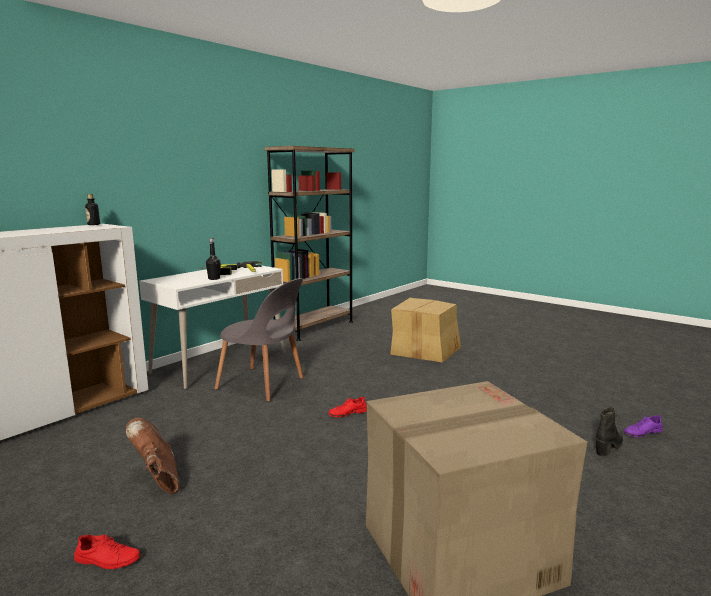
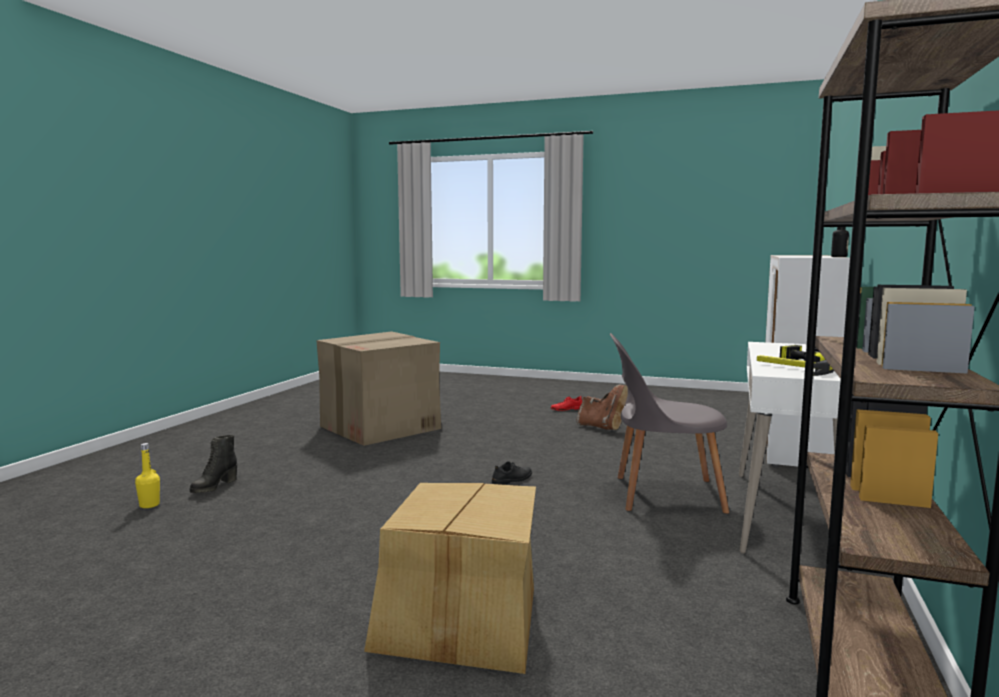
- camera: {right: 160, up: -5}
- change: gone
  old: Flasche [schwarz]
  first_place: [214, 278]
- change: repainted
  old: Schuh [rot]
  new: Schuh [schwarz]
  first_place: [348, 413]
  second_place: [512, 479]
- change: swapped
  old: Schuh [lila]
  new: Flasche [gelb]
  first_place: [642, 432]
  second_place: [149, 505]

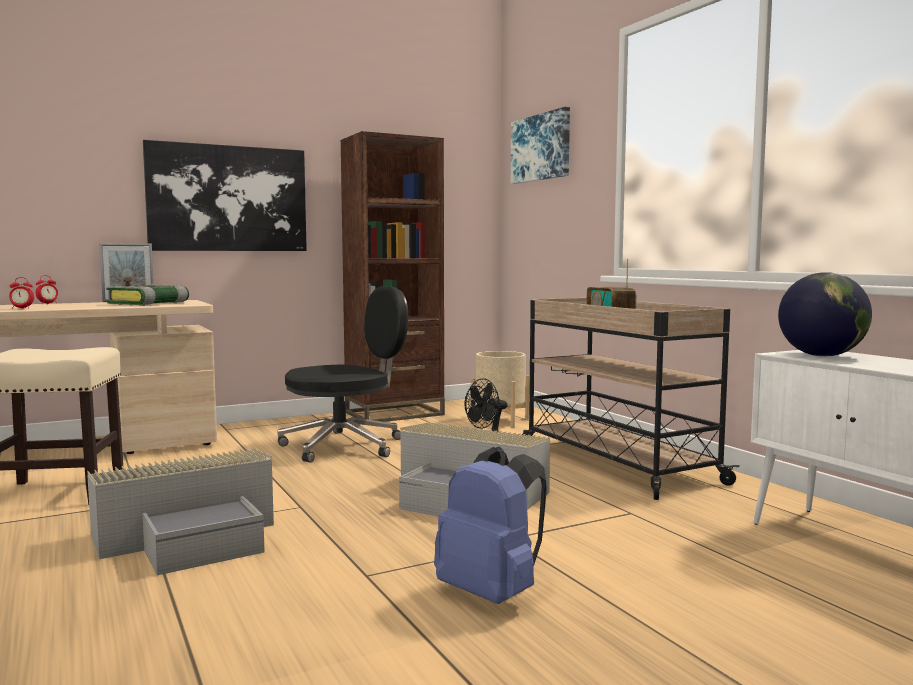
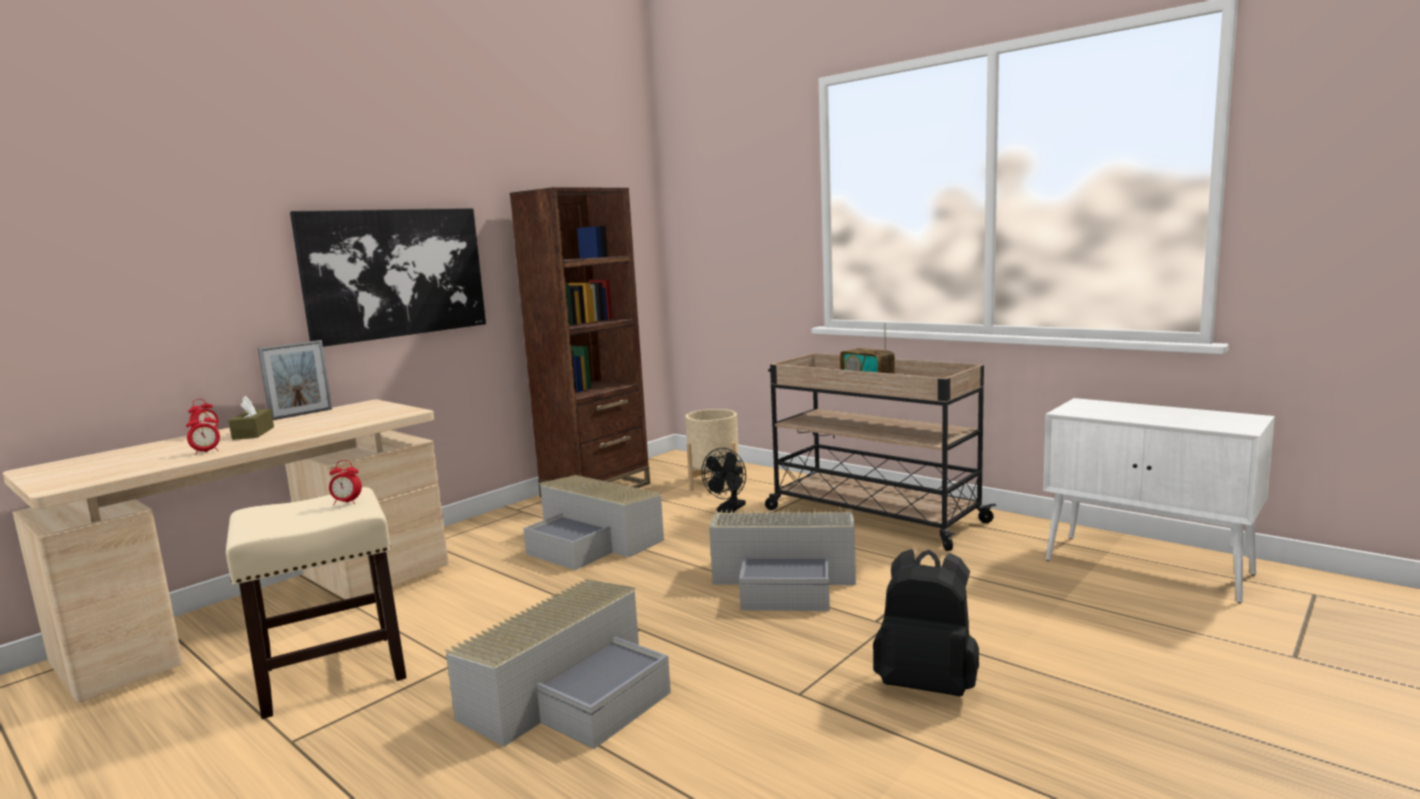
- camera: {right: -20, up: 5}
- change: gone
  old: Bild
  first_place: [541, 147]
- change: gone
  old: Globus
  first_place: [821, 356]
- change: gone
  old: Buch
  first_place: [148, 304]
- change: swapped
  old: Bürostuhl [schwarz]
  new: Aufbewahrungsbox [grau]
  first_place: [345, 446]
  second_place: [593, 542]
- change: repainted
  old: Rucksack [blau]
  new: Rucksack [schwarz]
  first_place: [492, 593]
  second_place: [927, 684]
- change: new
  new: Taschentuchbox [braun]
  second_place: [253, 433]
- change: new
  new: Wecker
  second_place: [347, 503]

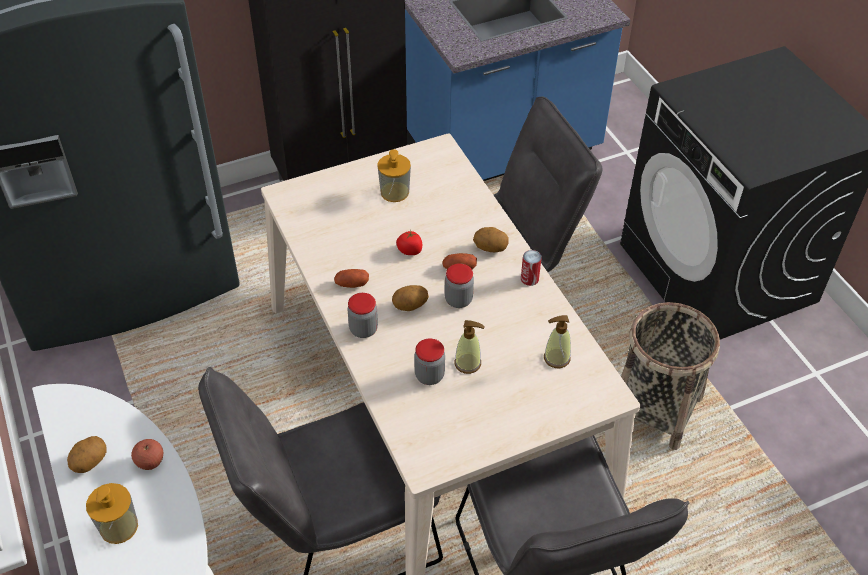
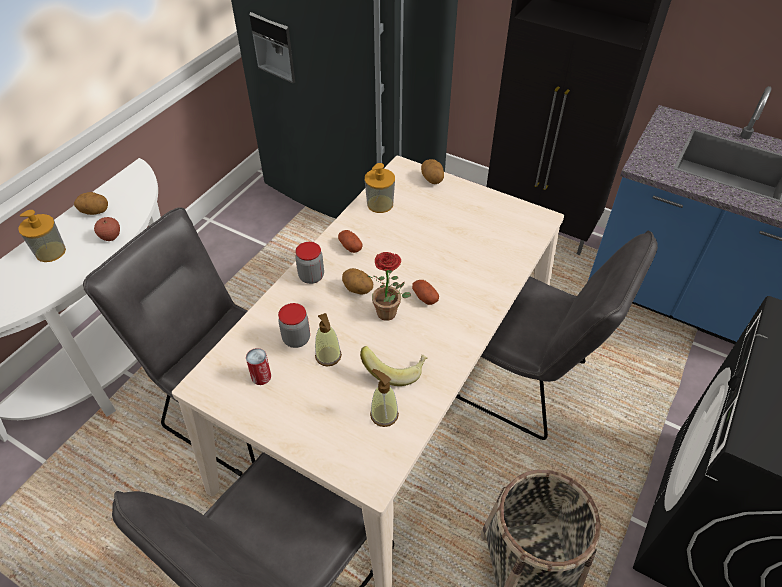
- camera: {right: 55, up: 0}
- change: shifted
  old: Seifenspender
  first_place: [394, 192]
  second_place: [380, 204]
- change: shifted
  old: Kartoffel
  first_place: [490, 248]
  second_place: [432, 179]
- change: gone
  old: Tomate
  first_place: [410, 250]
- change: shifted
  old: Dose
  first_place: [529, 278]
  second_place: [261, 376]
- change: swapped
  old: Vorratsglas
  new: Topfpflanze
  first_place: [458, 300]
  second_place: [390, 315]
- change: new
  new: Banane
  second_place: [395, 370]

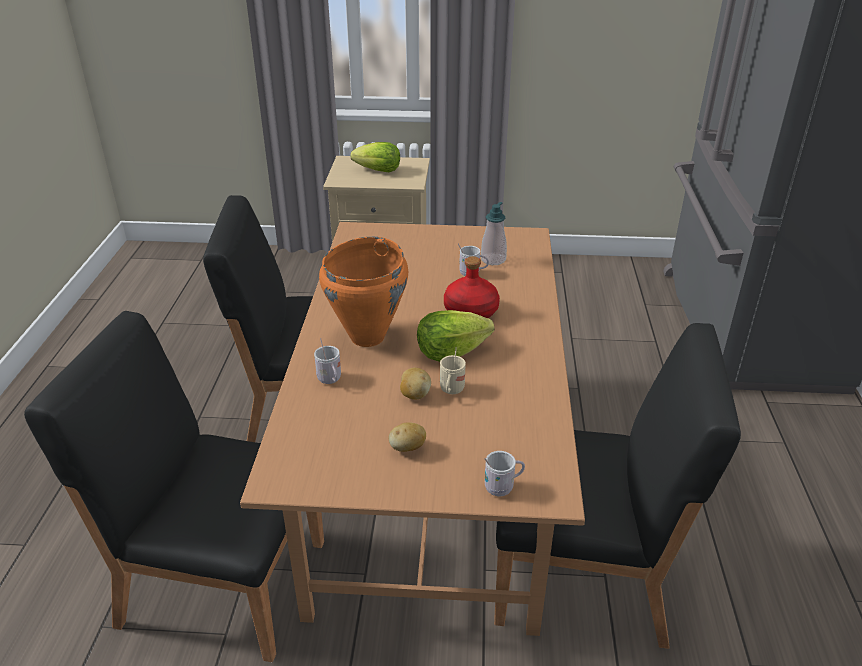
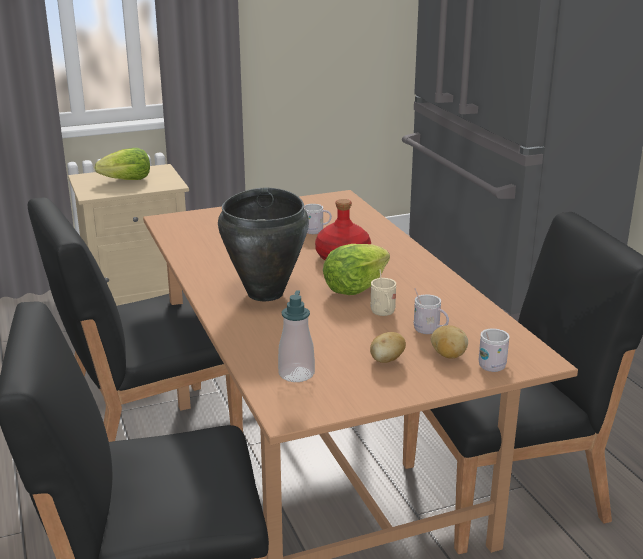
- camera: {right: -25, up: -10}
- change: shifted
  old: Seifenspender
  first_place: [493, 260]
  second_place: [296, 374]
- change: repainted
  old: Kochtopf [orange]
  new: Kochtopf [schwarz]
  first_place: [368, 337]
  second_place: [266, 293]
- change: shifted
  old: Henkelbecher [weiß]
  first_place: [330, 380]
  second_place: [430, 331]
- change: shifted
  old: Kartoffel
  first_place: [414, 394]
  second_place: [448, 355]

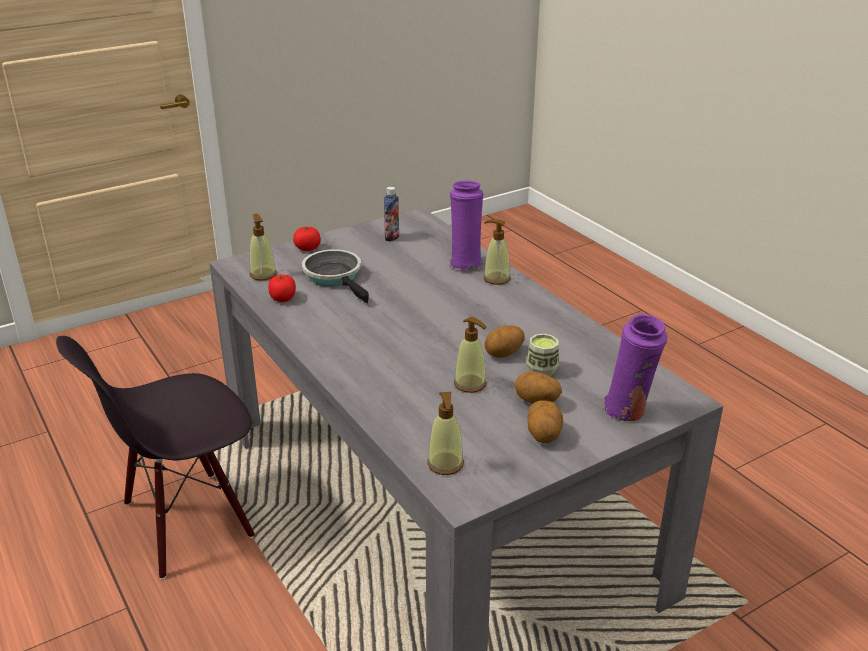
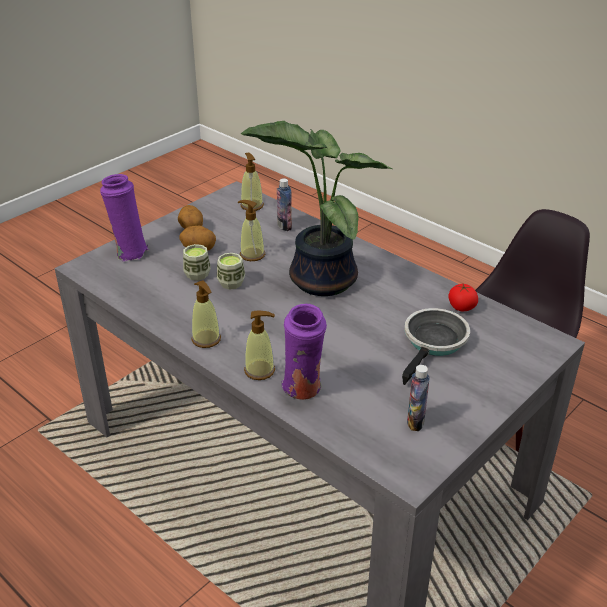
- camera: {right: 165, up: 5}
- change: shifted
  old: Seifenspender
  first_place: [263, 274]
  second_place: [206, 339]
- change: gone
  old: Tomate
  first_place: [307, 248]
- change: rotated
  old: Pfanne
  first_place: [335, 277]
  second_place: [434, 343]
  degrees: -105
- change: swapped
  old: Kartoffel
  new: Tasse
  first_place: [504, 354]
  second_place: [231, 283]
- change: new
  new: Topfpflanze
  second_place: [319, 279]
- change: new
  new: Flasche
  second_place: [284, 226]

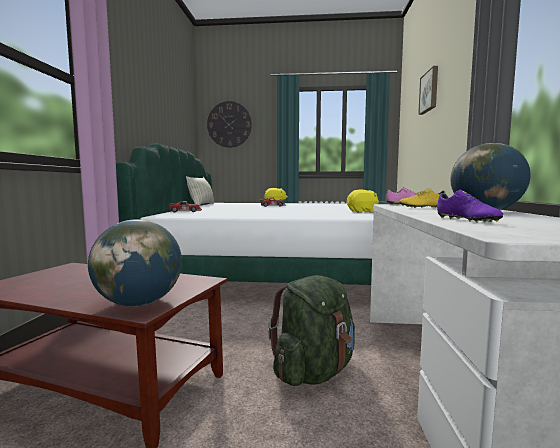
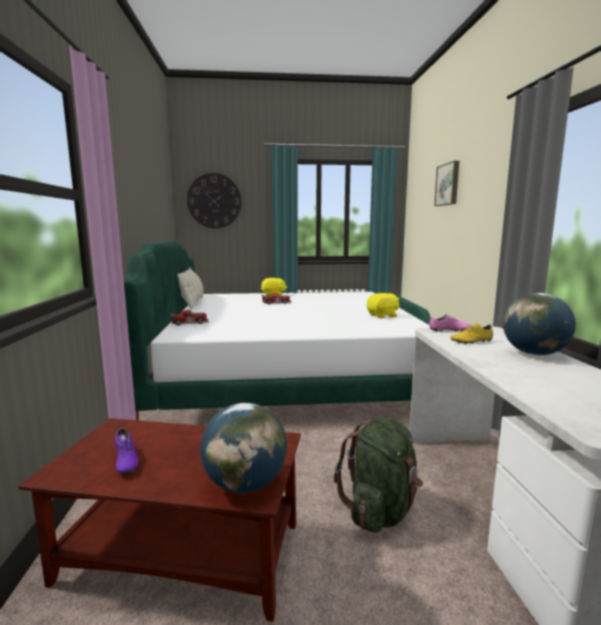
- camera: {right: -10, up: 5}
- change: shifted
  old: Schuh [lila]
  first_place: [466, 220]
  second_place: [125, 461]

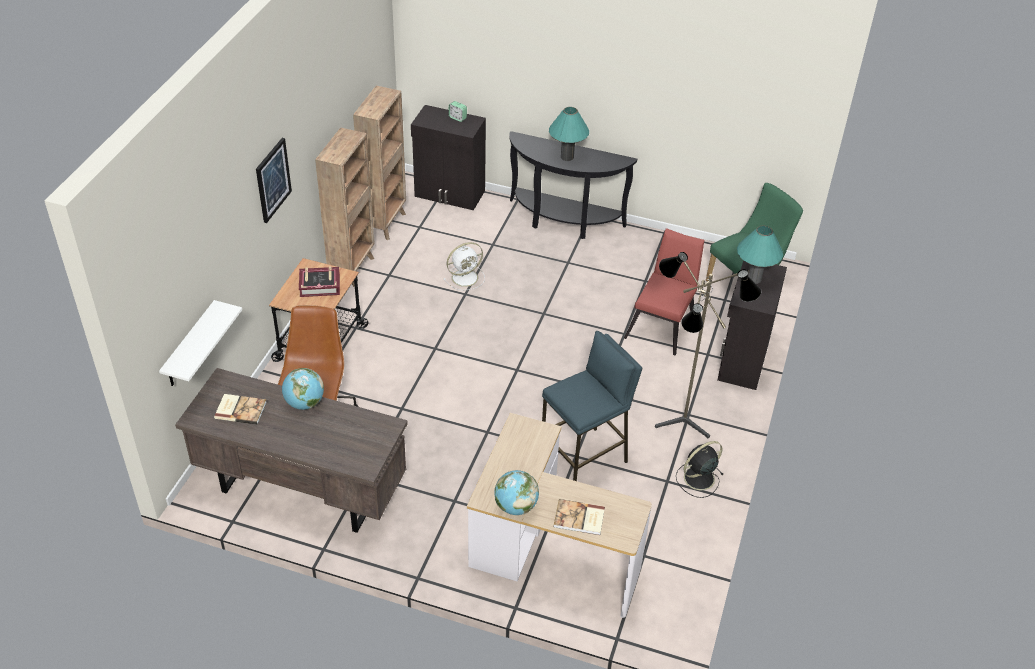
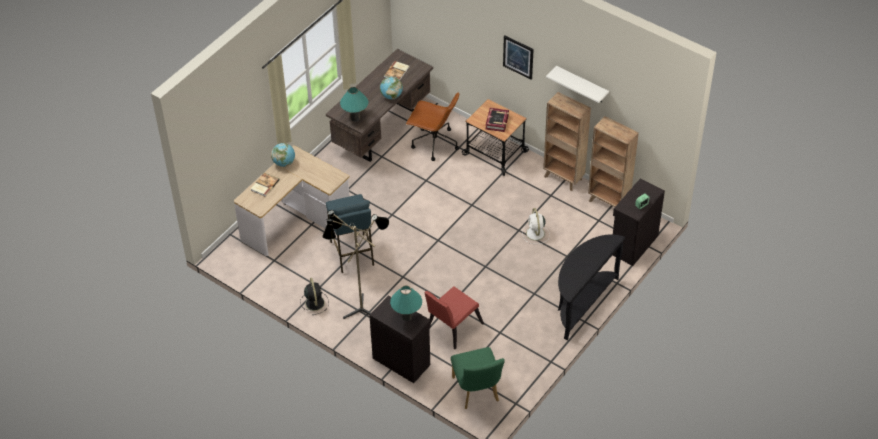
- camera: {right: 110, up: 5}
- change: shifted
  old: Tischlampe [türkis]
  first_place: [567, 157]
  second_place: [355, 118]
- change: rotated
  old: Stuhl [rot]
  first_place: [662, 325]
  second_place: [451, 328]
  degrees: 90
- change: shifted
  old: Wandregal [weiß]
  first_place: [189, 346]
  second_place: [581, 85]

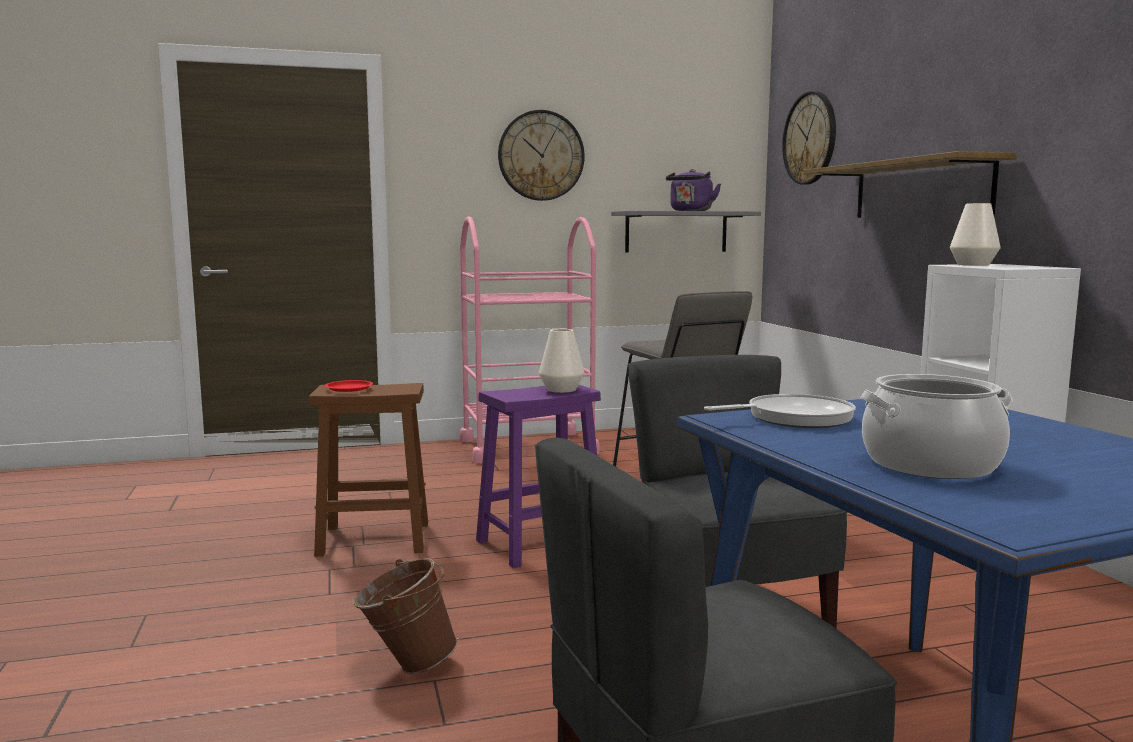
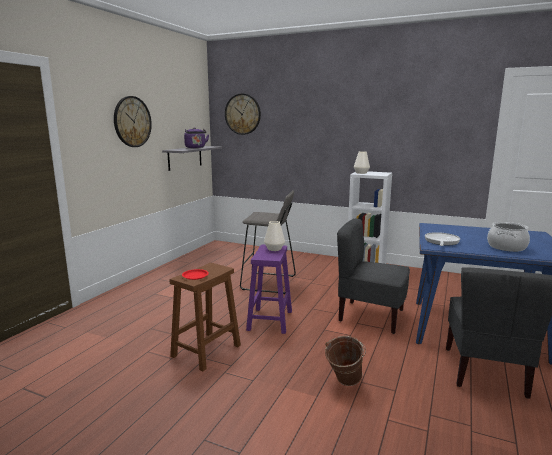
- camera: {right: -50, up: 5}
- change: gone
  old: Wandregal
  first_place: [920, 189]
- change: gone
  old: Rollwagen [rosa]
  first_place: [527, 447]

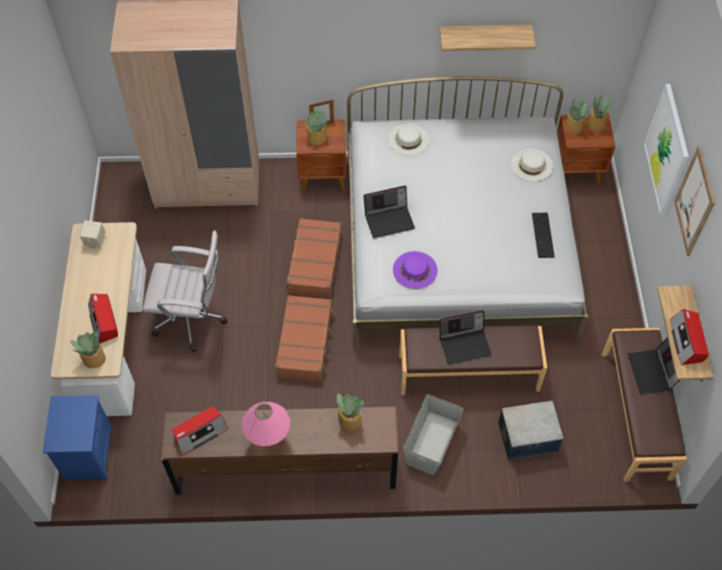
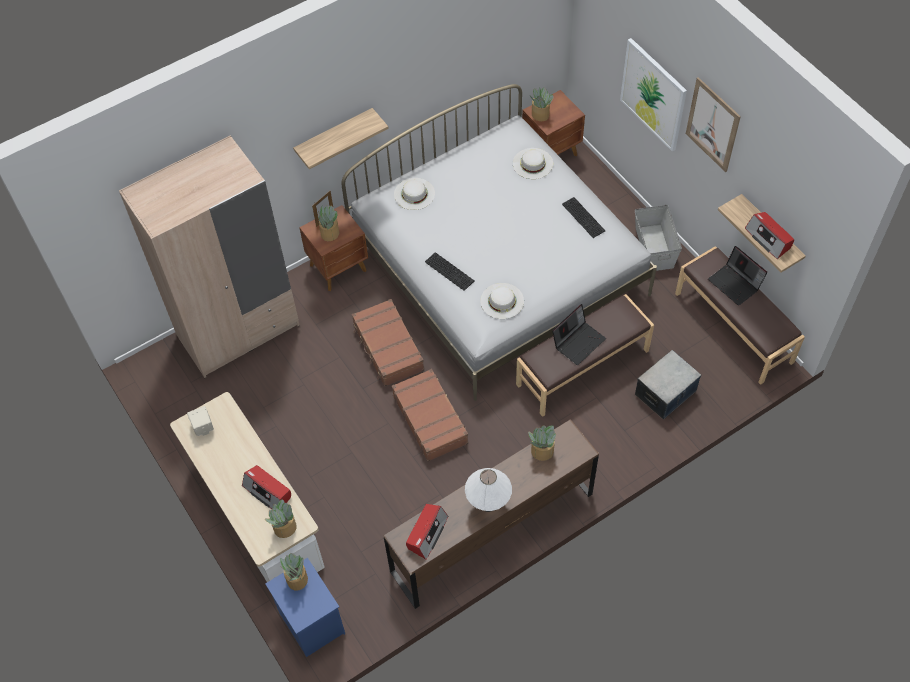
- camera: {right: -30, up: 0}
- change: shifted
  old: Wandregal
  first_place: [484, 35]
  second_place: [334, 136]
- change: shifted
  old: Topfpflanze
  first_place: [595, 124]
  second_place: [297, 580]
- change: swapped
  old: Laptop
  new: Tastatur
  first_place: [389, 219]
  second_place: [449, 270]
- change: gone
  old: Bürostuhl [weiß]
  first_place: [193, 319]
- change: repainted
  old: Hut [lila]
  new: Hut [weiß]
  first_place: [415, 270]
  second_place: [502, 301]
- change: shifted
  old: Aufbewahrungsbox [grau]
  first_place: [431, 442]
  second_place: [654, 248]
- change: repainted
  old: Tischlampe [rosa]
  new: Tischlampe [weiß]
  first_place: [268, 439]
  second_place: [488, 505]

